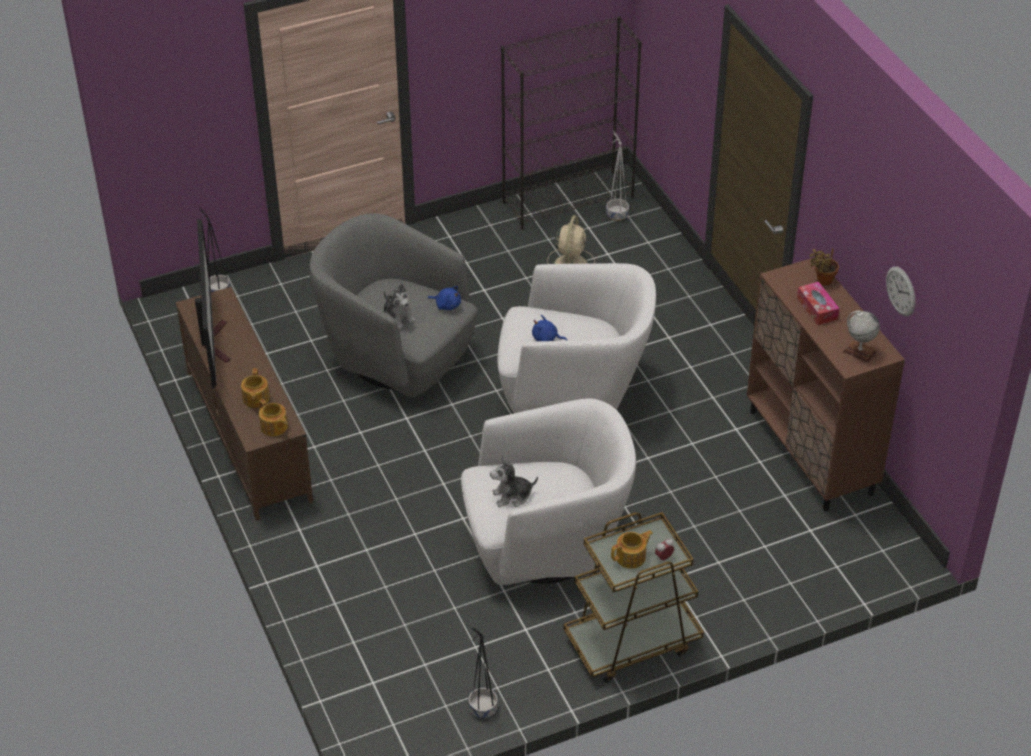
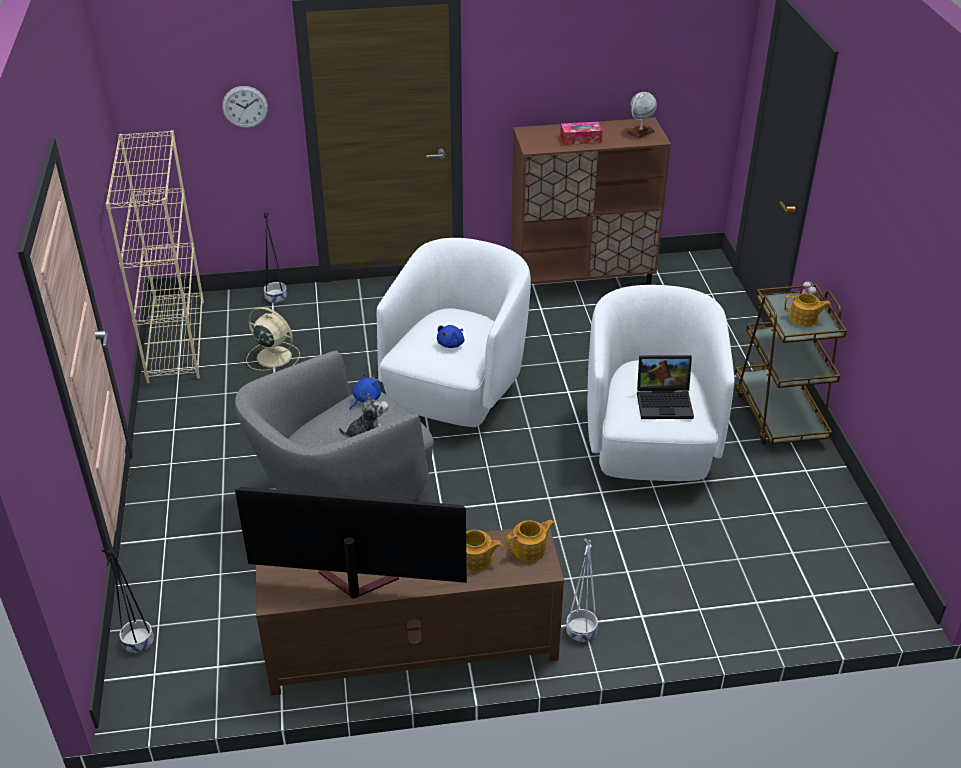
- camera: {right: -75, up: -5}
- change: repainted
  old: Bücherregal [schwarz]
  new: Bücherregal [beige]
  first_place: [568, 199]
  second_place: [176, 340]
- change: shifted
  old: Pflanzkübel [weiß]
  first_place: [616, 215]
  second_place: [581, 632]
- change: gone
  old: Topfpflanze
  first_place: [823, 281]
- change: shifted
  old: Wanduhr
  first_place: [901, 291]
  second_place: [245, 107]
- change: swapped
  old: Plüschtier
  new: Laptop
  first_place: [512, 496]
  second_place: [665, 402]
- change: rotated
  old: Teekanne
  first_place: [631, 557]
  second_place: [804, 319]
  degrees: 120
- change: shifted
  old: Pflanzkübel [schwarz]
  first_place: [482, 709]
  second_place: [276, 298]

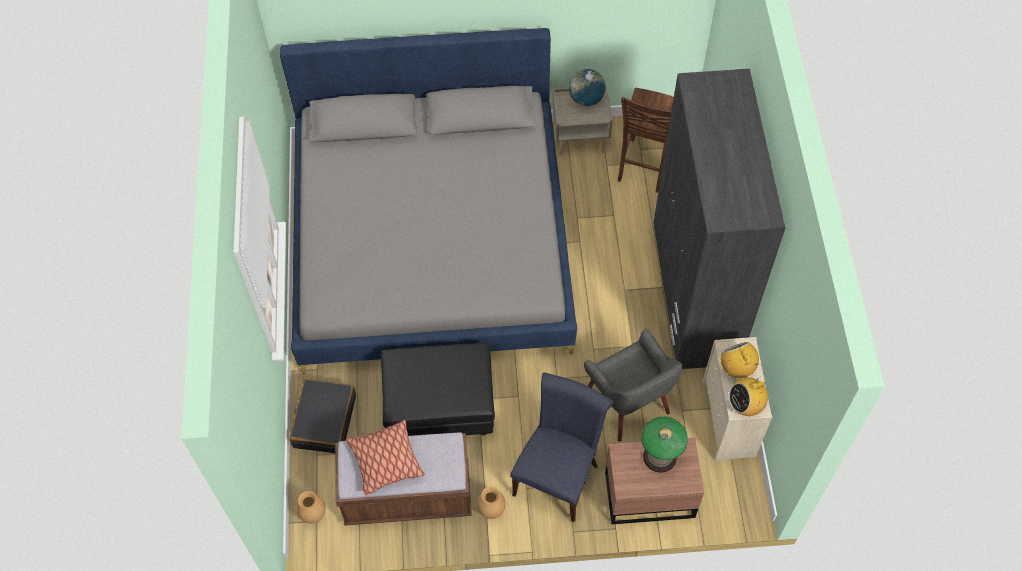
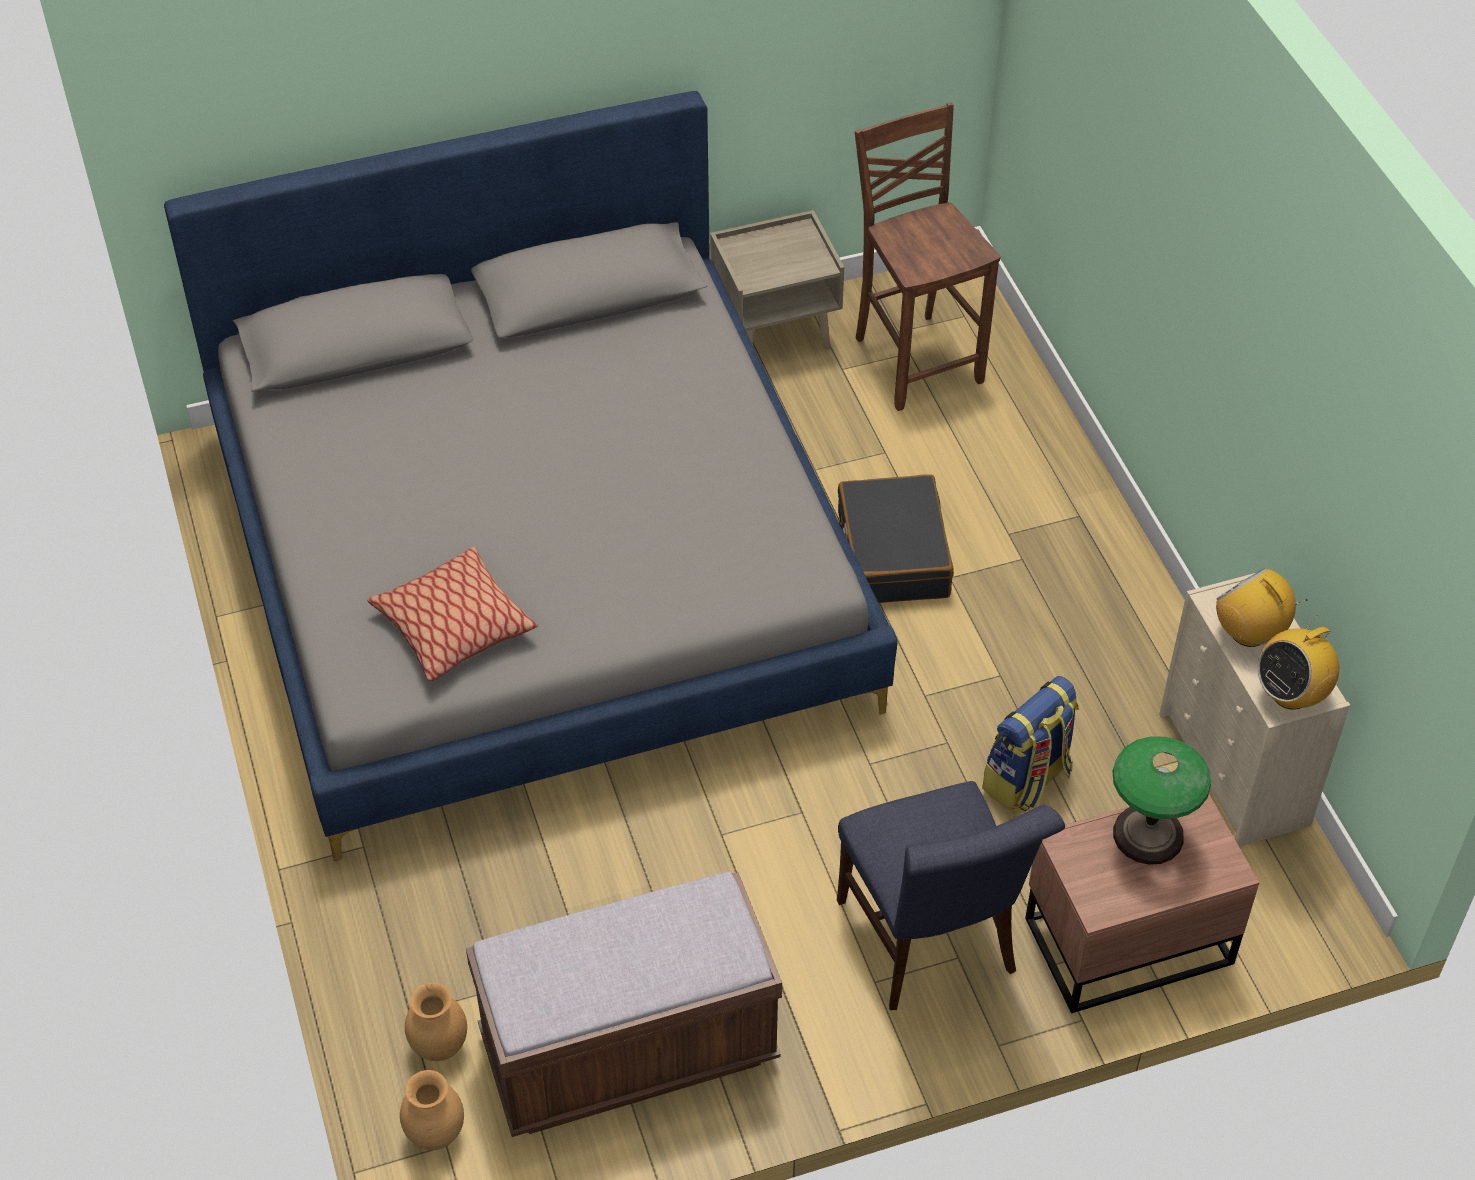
- camera: {right: -15, up: -10}
- change: gone
  old: Globus
  first_place: [586, 99]
- change: gone
  old: Kleiderschrank [grau]
  first_place: [694, 294]
- change: rotated
  old: Stuhl [braun]
  first_place: [644, 166]
  second_place: [916, 359]
  degrees: 150
- change: swapped
  old: Sessel [grau]
  new: Rucksack
  first_place: [628, 403]
  second_place: [1027, 781]
- change: gone
  old: Polsterhocker [schwarz]
  first_place: [440, 408]
- change: rotated
  old: Stuhl [blau]
  first_place: [558, 475]
  second_place: [932, 944]
  degrees: 150
- change: shifted
  old: Koffer [schwarz]
  first_place: [324, 421]
  second_place: [892, 554]
- change: shifted
  old: Kissen
  first_place: [386, 461]
  second_place: [453, 626]
- change: shifted
  old: Vase [braun]
  first_place: [491, 510]
  second_place: [438, 1047]

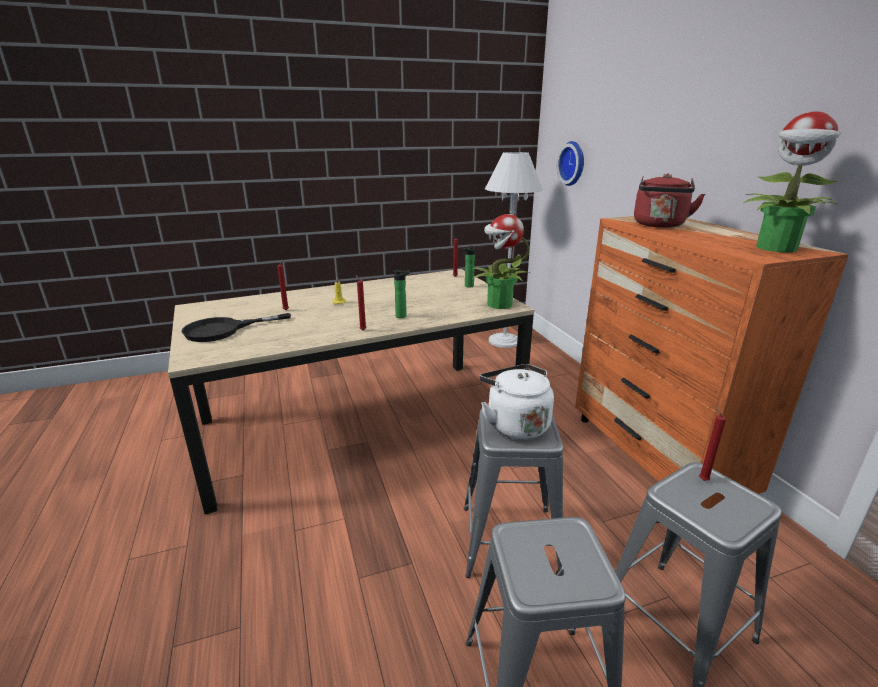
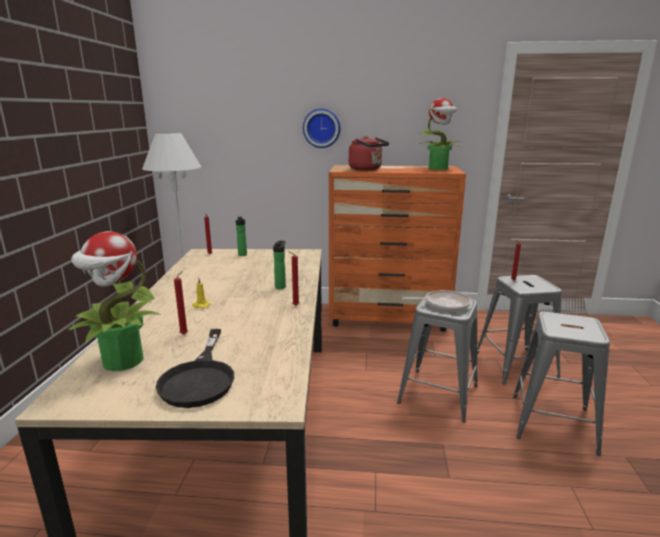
- camera: {right: -65, up: -5}
- change: shifted
  old: Wanduhr
  first_place: [573, 163]
  second_place: [322, 128]
- change: shifted
  old: Topfpflanze
  first_place: [498, 304]
  second_place: [122, 361]
- change: swapped
  old: Wasserkessel [weiß]
  new: Pfanne
  first_place: [515, 424]
  second_place: [444, 304]

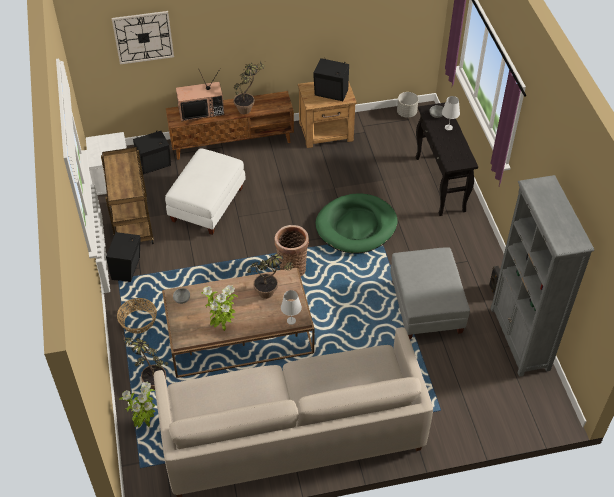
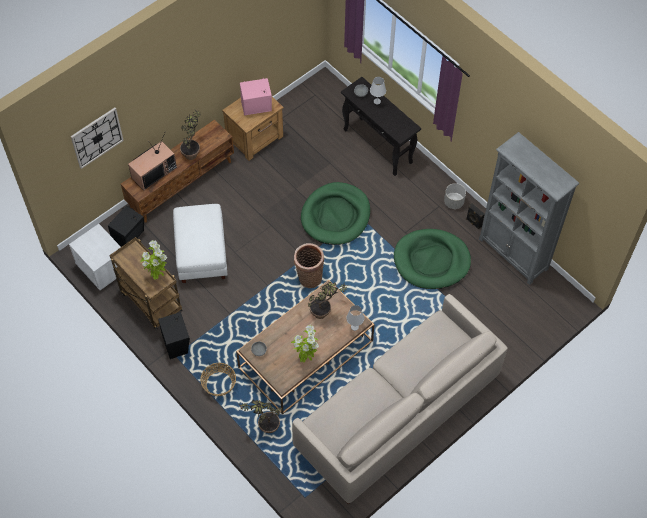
- camera: {right: -30, up: 10}
- change: repainted
  old: Lautsprecher [schwarz]
  new: Lautsprecher [rosa]
  first_place: [331, 94]
  second_place: [257, 107]
- change: shifted
  old: Pflanzkübel [grau]
  first_place: [406, 113]
  second_place: [453, 202]
- change: swapped
  old: Polsterhocker [grau]
  new: Hundebett [grün]
  first_place: [426, 307]
  second_place: [431, 261]
- change: shifted
  old: Topfpflanze
  first_place: [145, 423]
  second_place: [157, 275]

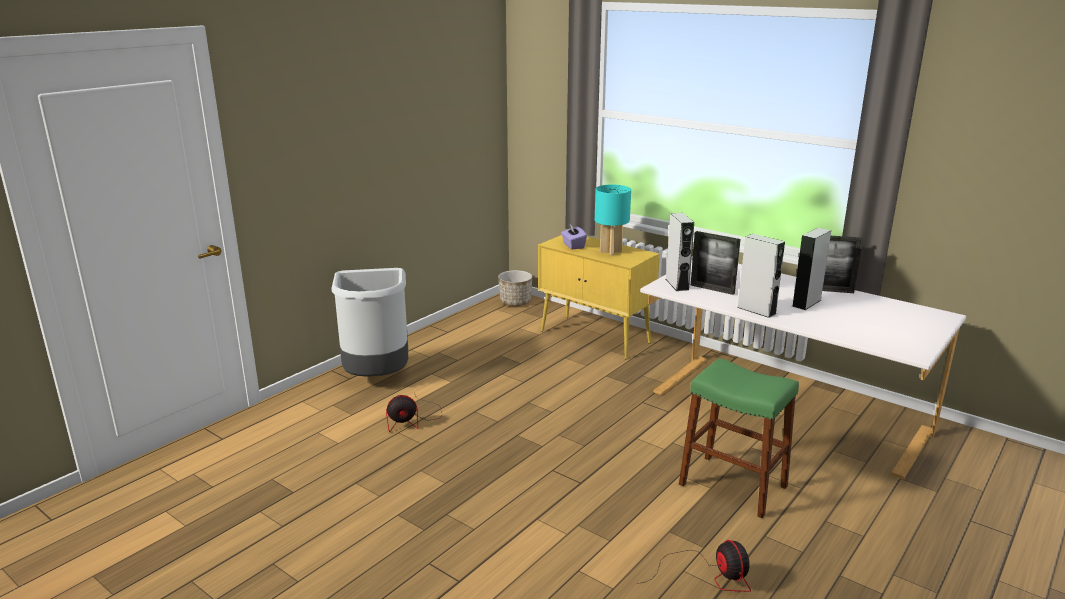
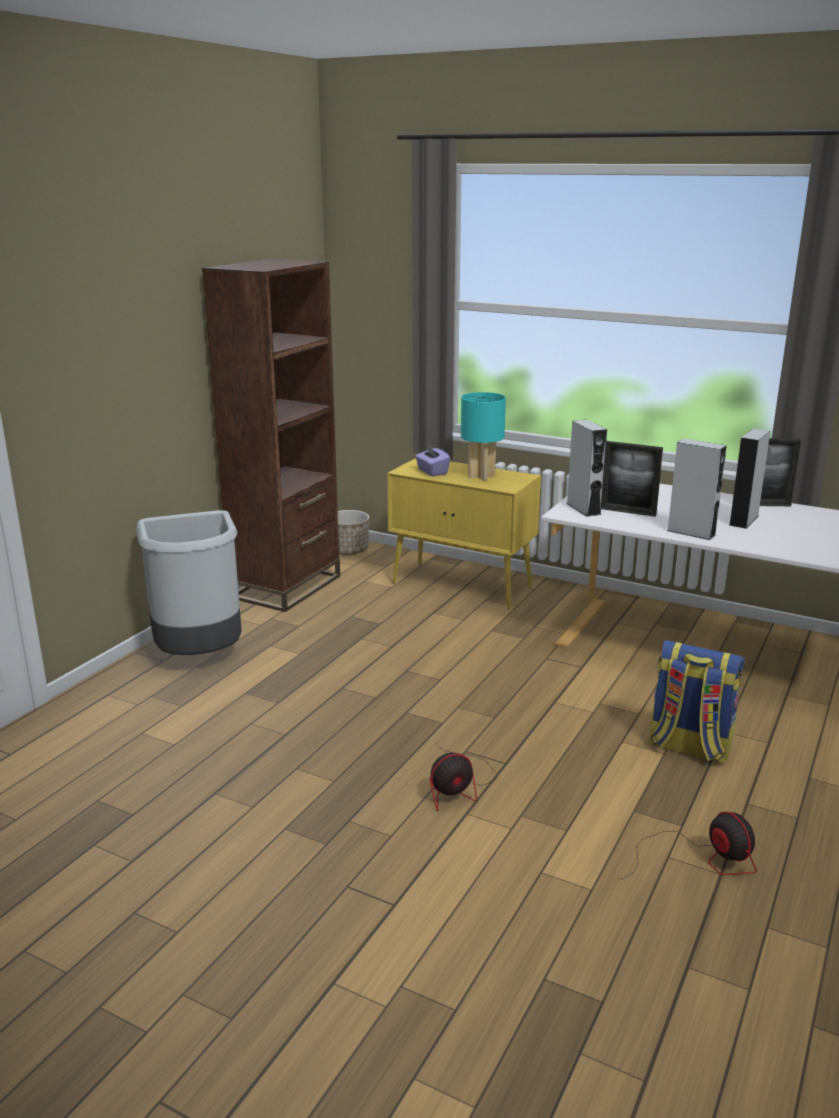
- camera: {right: -10, up: 0}
- change: swapped
  old: Hocker [grün]
  new: Rucksack
  first_place: [733, 485]
  second_place: [688, 747]
- change: shifted
  old: Ventilator
  first_place: [412, 419]
  second_place: [458, 786]
- change: new
  new: Bücherregal [braun]
  second_place: [286, 587]

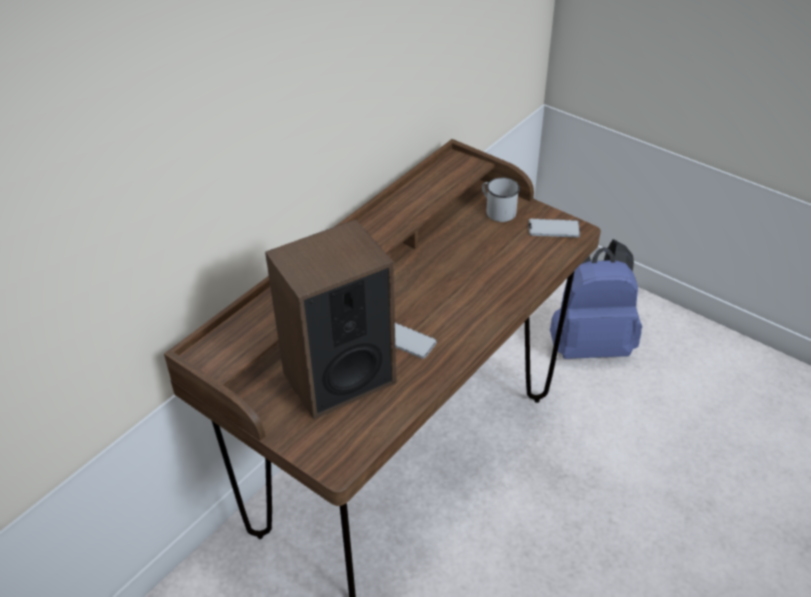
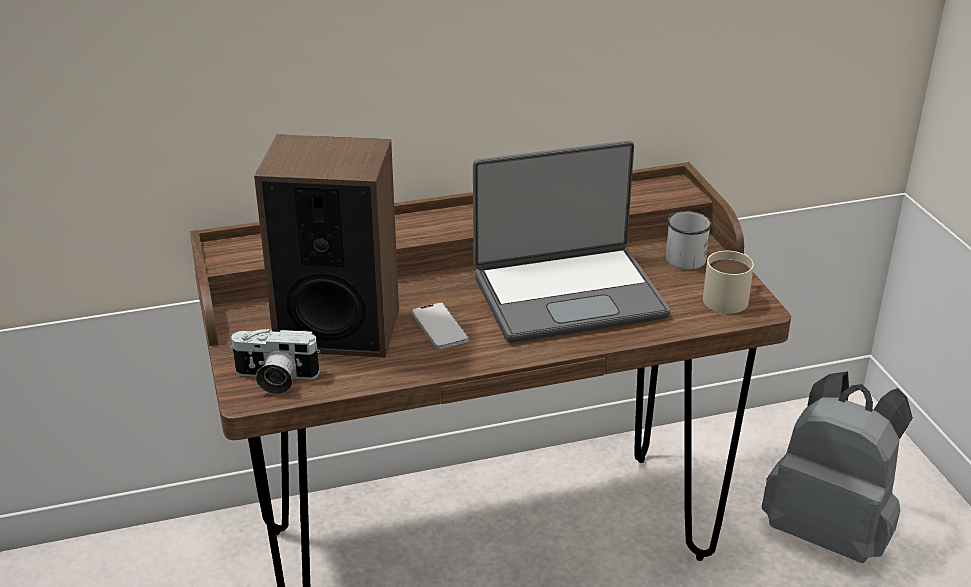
- camera: {right: 35, up: -10}
- change: swapped
  old: Handy
  new: Henkelbecher [beige]
  first_place: [553, 229]
  second_place: [730, 296]
- change: repainted
  old: Rucksack [blau]
  new: Rucksack [grau]
  first_place: [588, 343]
  second_place: [829, 531]
- change: new
  new: Laptop
  second_place: [568, 294]
- change: new
  new: Kamera
  second_place: [275, 379]

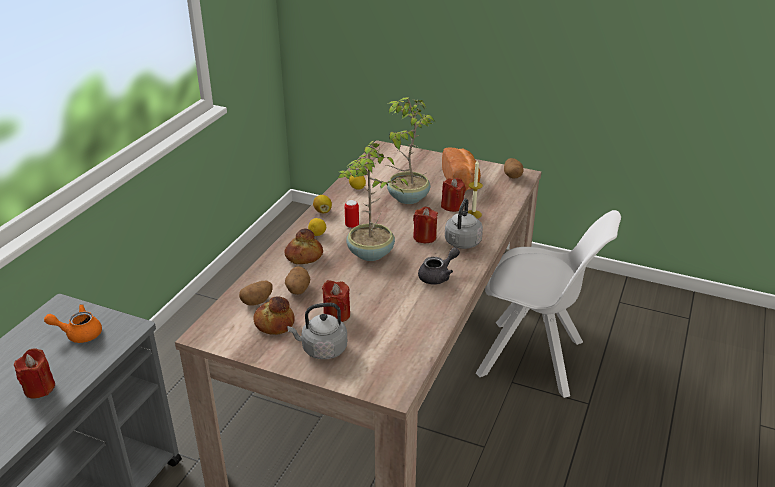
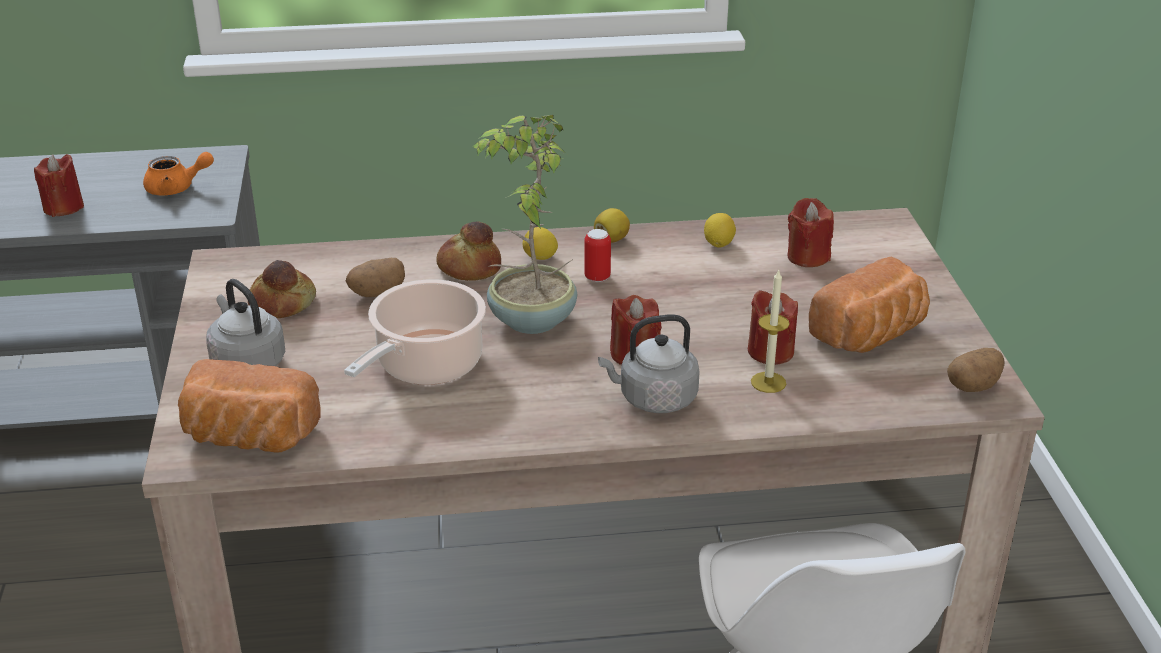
- camera: {right: 60, up: 0}
- change: gone
  old: Topfpflanze
  first_place: [407, 198]
- change: gone
  old: Teekanne [grau]
  first_place: [438, 276]
- change: shifted
  old: Kerze [rot]
  first_place: [336, 314]
  second_place: [807, 257]
- change: gone
  old: Kartoffel
  first_place: [257, 301]
- change: rotated
  old: Teekanne [orange]
  first_place: [79, 333]
  second_place: [177, 188]
  degrees: 120
- change: new
  new: Kochtopf
  second_place: [425, 366]
- change: new
  new: Brot
  second_place: [248, 438]

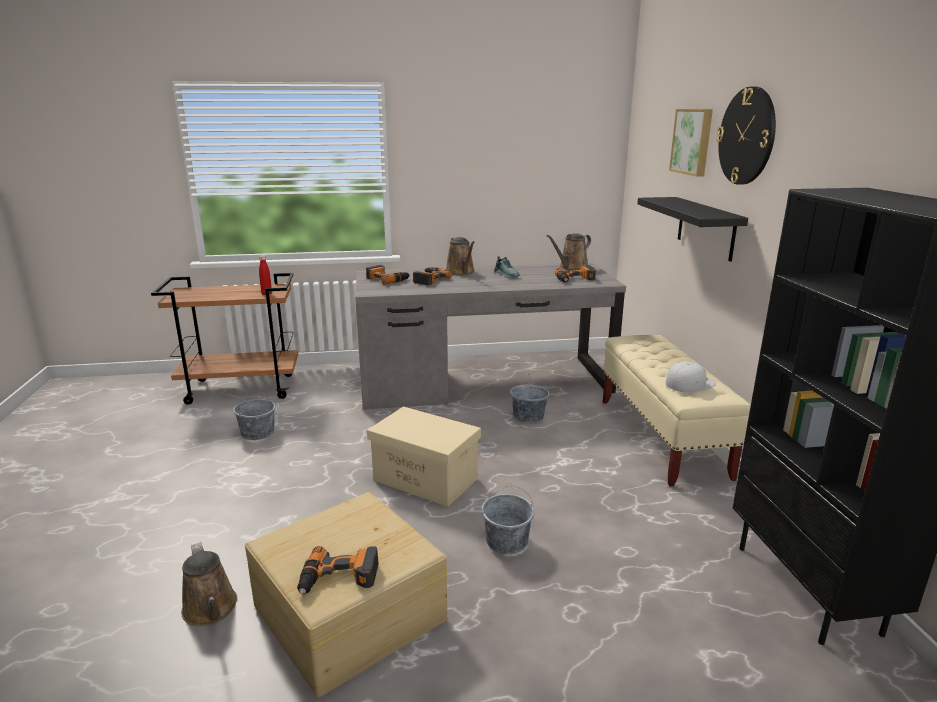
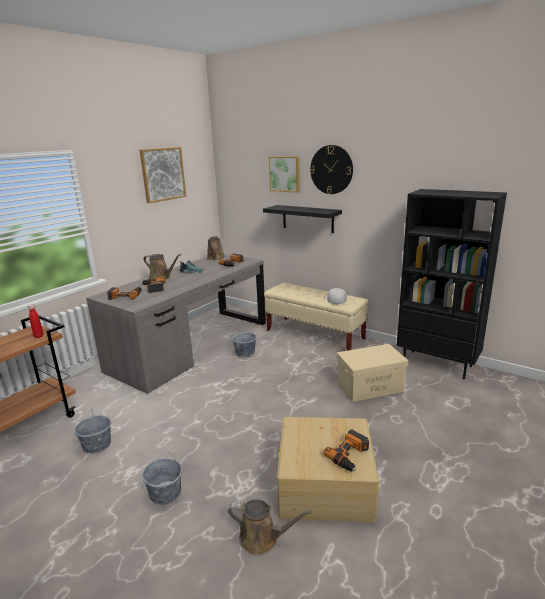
- camera: {right: -45, up: 0}
- change: shifted
  old: Aufbewahrungsbox [beige]
  first_place: [426, 479]
  second_place: [370, 387]
- change: shifted
  old: Eimer [grau]
  first_place: [507, 541]
  second_place: [165, 493]
- change: new
  new: Bild
  second_place: [163, 174]

